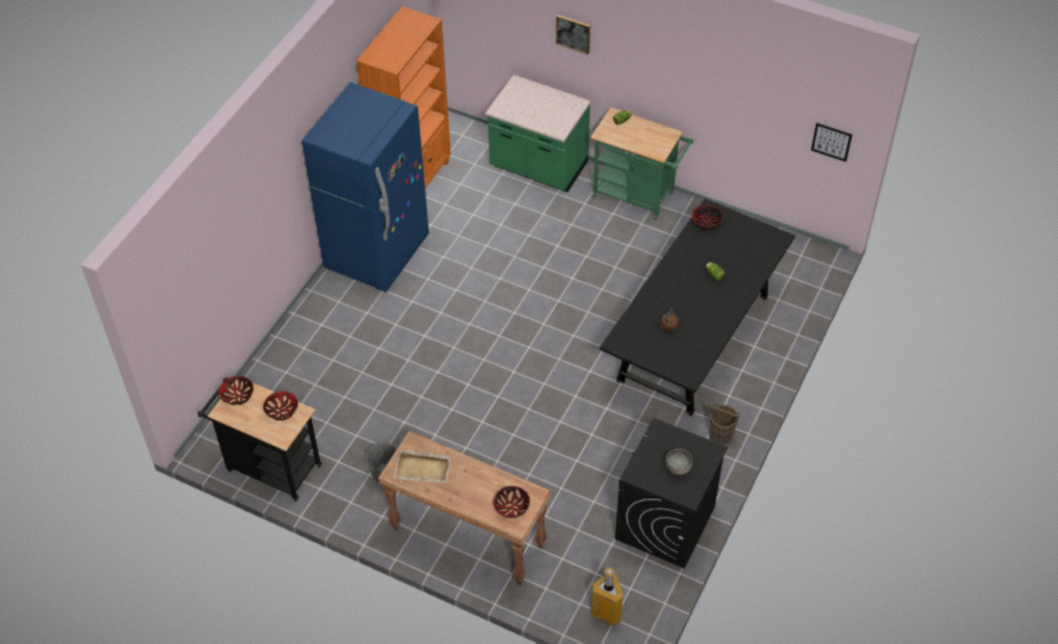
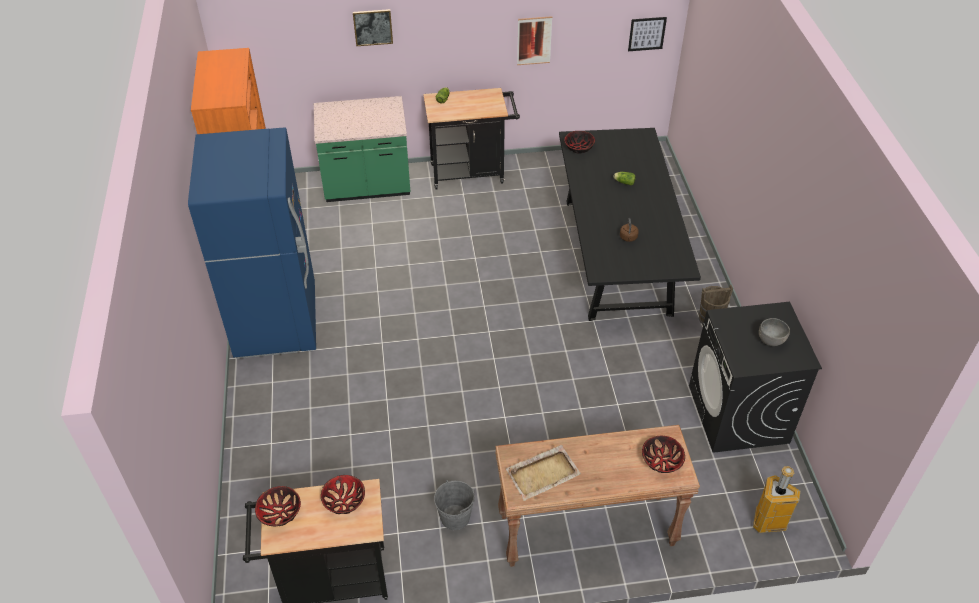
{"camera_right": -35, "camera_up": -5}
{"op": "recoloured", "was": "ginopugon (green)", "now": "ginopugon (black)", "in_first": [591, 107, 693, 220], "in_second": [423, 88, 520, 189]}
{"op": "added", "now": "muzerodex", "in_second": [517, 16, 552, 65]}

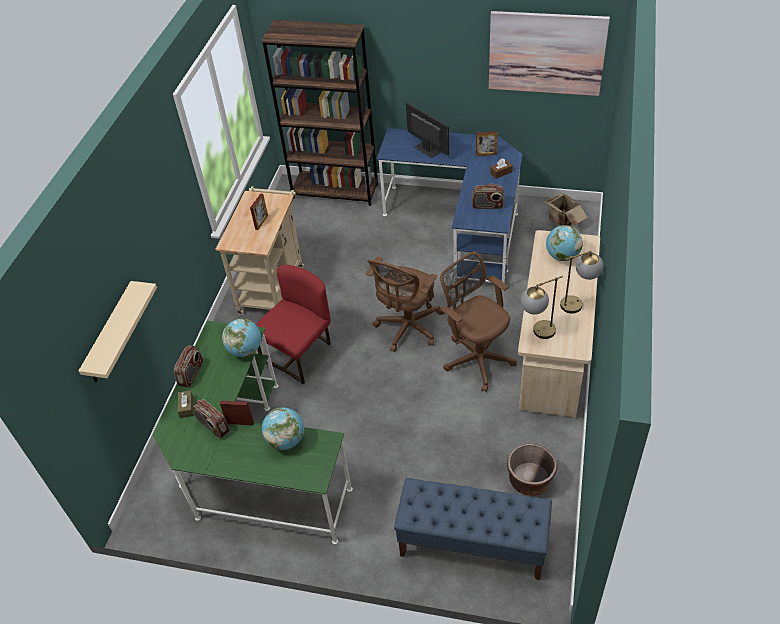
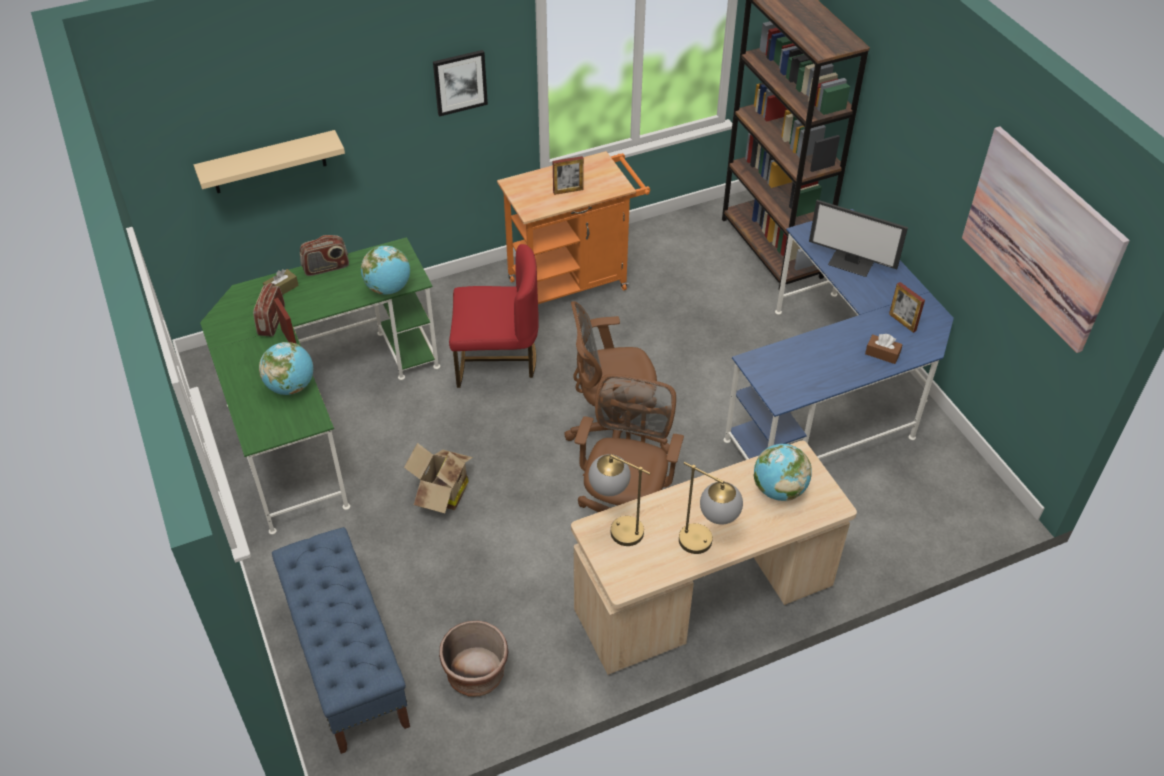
{"camera_right": 50, "camera_up": 0}
{"op": "recoloured", "was": "ginopugon (beige)", "now": "ginopugon (orange)", "in_first": [216, 186, 304, 315], "in_second": [497, 151, 650, 304]}
{"op": "turned", "was": "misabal", "in_first": [406, 103, 449, 158], "in_second": [809, 200, 908, 277], "clockwise": 105}
{"op": "removed", "was": "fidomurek", "in_first": [471, 184, 505, 209]}
{"op": "moved", "was": "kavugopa", "in_first": [544, 193, 588, 226], "in_second": [404, 443, 473, 513]}
{"op": "added", "now": "muzerodex", "in_second": [433, 50, 488, 117]}

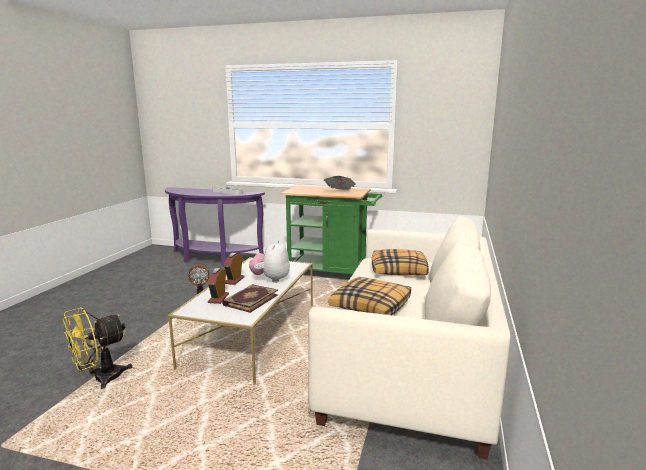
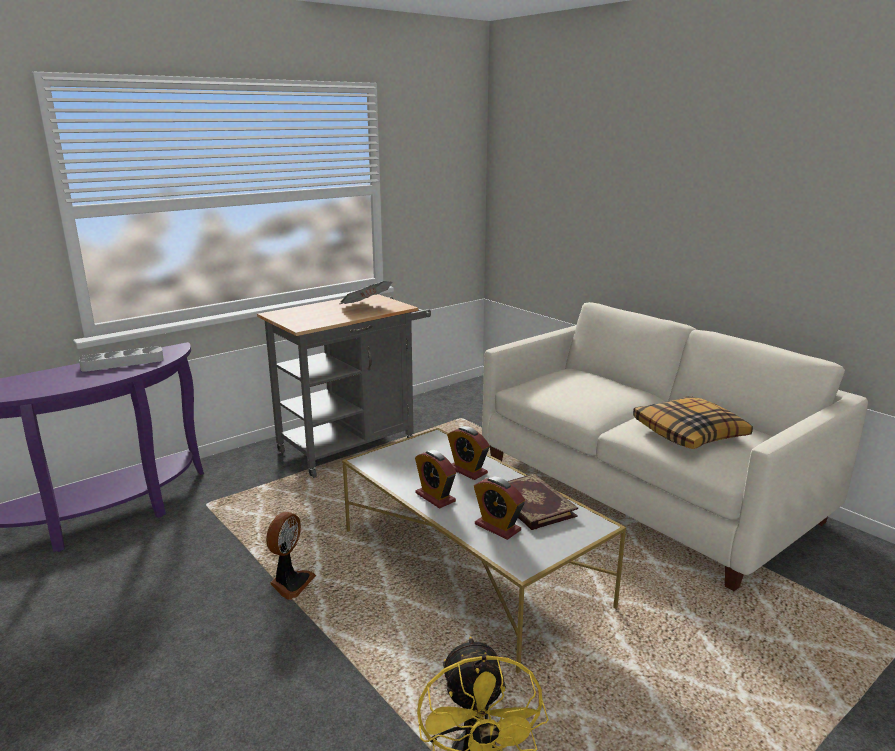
{"camera_right": -55, "camera_up": 5}
{"op": "replaced", "was": "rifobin", "now": "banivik", "in_first": [249, 240, 290, 283], "in_second": [447, 426, 490, 480]}
{"op": "recoloured", "was": "ginopugon (green)", "now": "ginopugon (grey)", "in_first": [281, 185, 382, 274], "in_second": [257, 294, 431, 478]}
{"op": "removed", "was": "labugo", "in_first": [372, 249, 429, 275]}

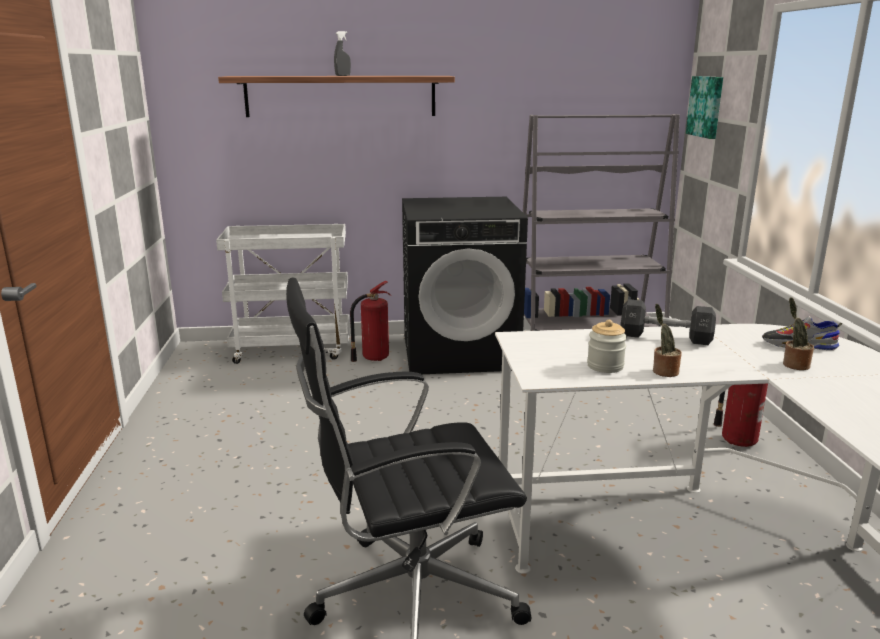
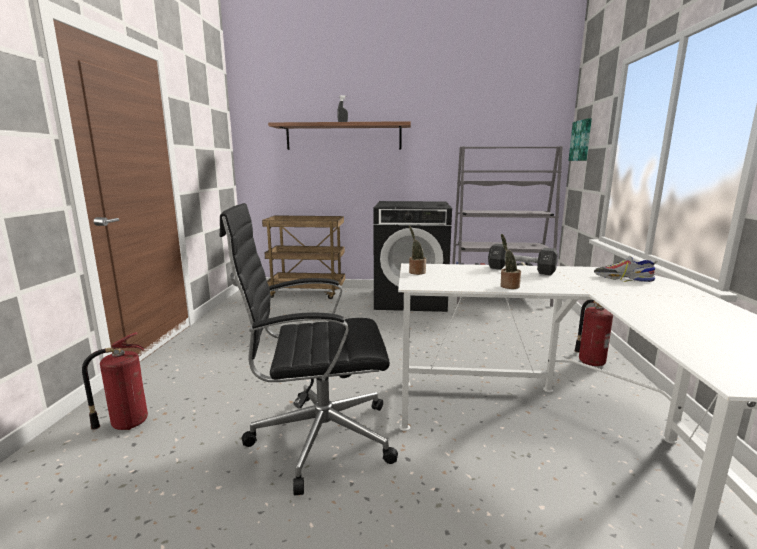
{"camera_right": 10, "camera_up": -5}
{"op": "recoloured", "was": "ginopugon (white)", "now": "ginopugon (brown)", "in_first": [216, 224, 350, 364], "in_second": [262, 215, 345, 299]}
{"op": "moved", "was": "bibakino", "in_first": [350, 281, 391, 362], "in_second": [82, 332, 148, 430]}
{"op": "removed", "was": "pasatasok", "in_first": [587, 320, 627, 373]}
{"op": "moved", "was": "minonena", "in_first": [783, 297, 814, 370], "in_second": [409, 226, 426, 275]}

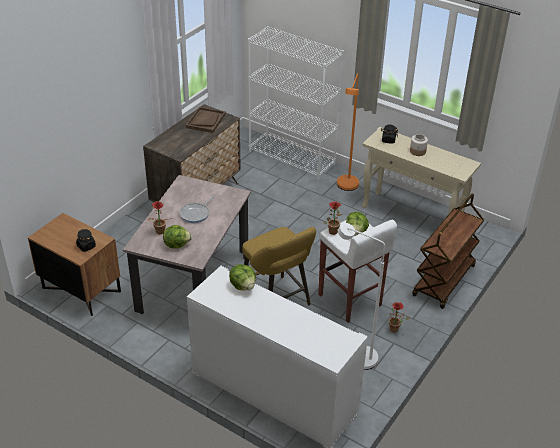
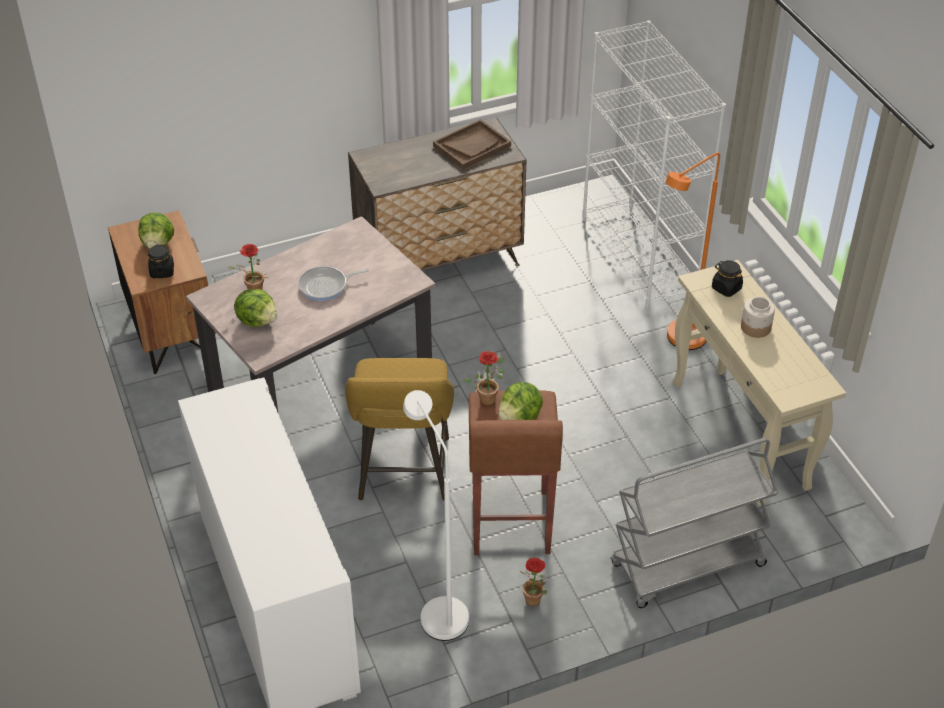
{"camera_right": 35, "camera_up": 5}
{"op": "moved", "was": "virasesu", "in_first": [229, 264, 256, 290], "in_second": [138, 212, 174, 249]}
{"op": "recoloured", "was": "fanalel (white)", "now": "fanalel (brown)", "in_first": [318, 220, 397, 323], "in_second": [469, 390, 563, 555]}
{"op": "recoloured", "was": "ginopugon (brown)", "now": "ginopugon (grey)", "in_first": [412, 194, 484, 309], "in_second": [611, 438, 778, 608]}

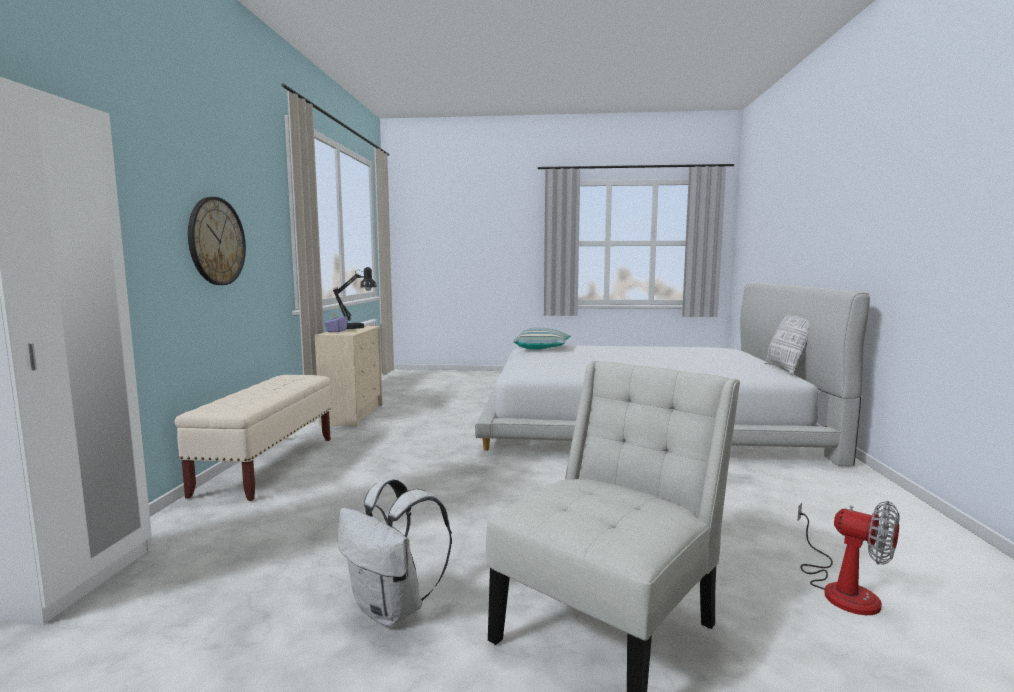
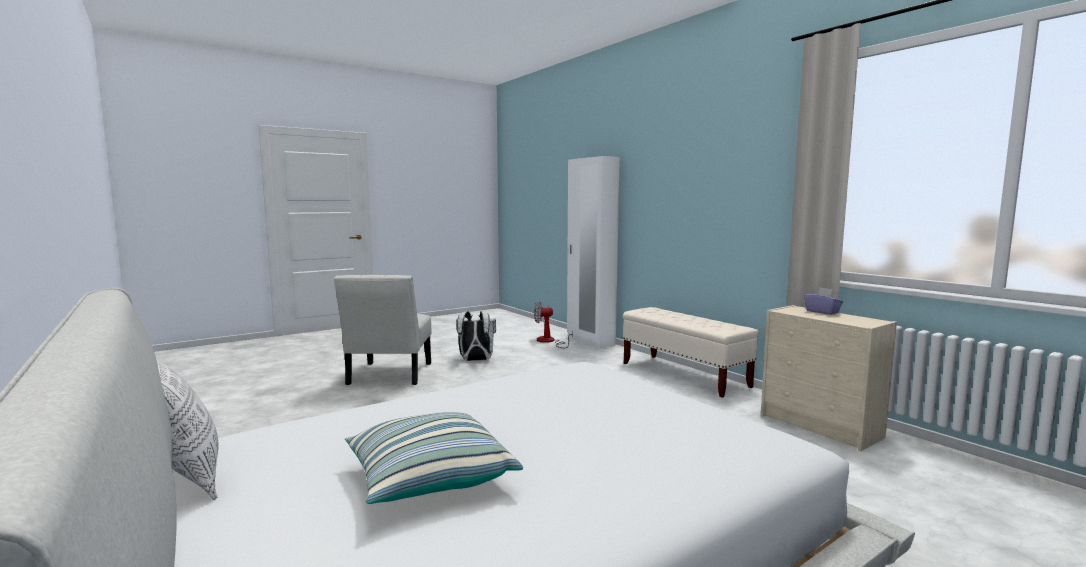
{"camera_right": 140, "camera_up": 0}
{"op": "removed", "was": "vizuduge", "in_first": [188, 197, 246, 285]}
{"op": "removed", "was": "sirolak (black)", "in_first": [333, 267, 377, 329]}
{"op": "moved", "was": "labugo", "in_first": [513, 327, 571, 349], "in_second": [345, 412, 523, 504]}
{"op": "moved", "was": "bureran", "in_first": [797, 501, 899, 615], "in_second": [534, 301, 573, 348]}

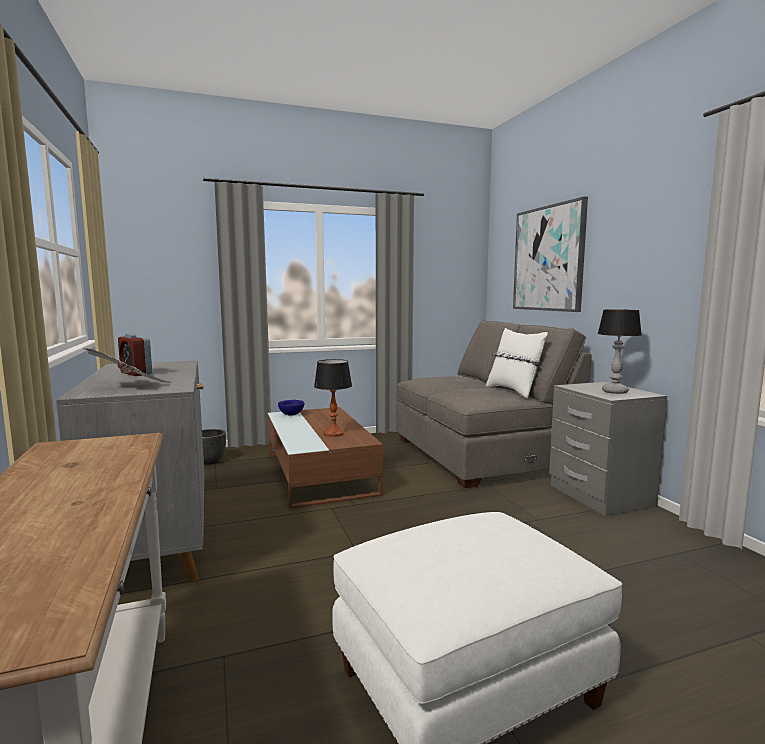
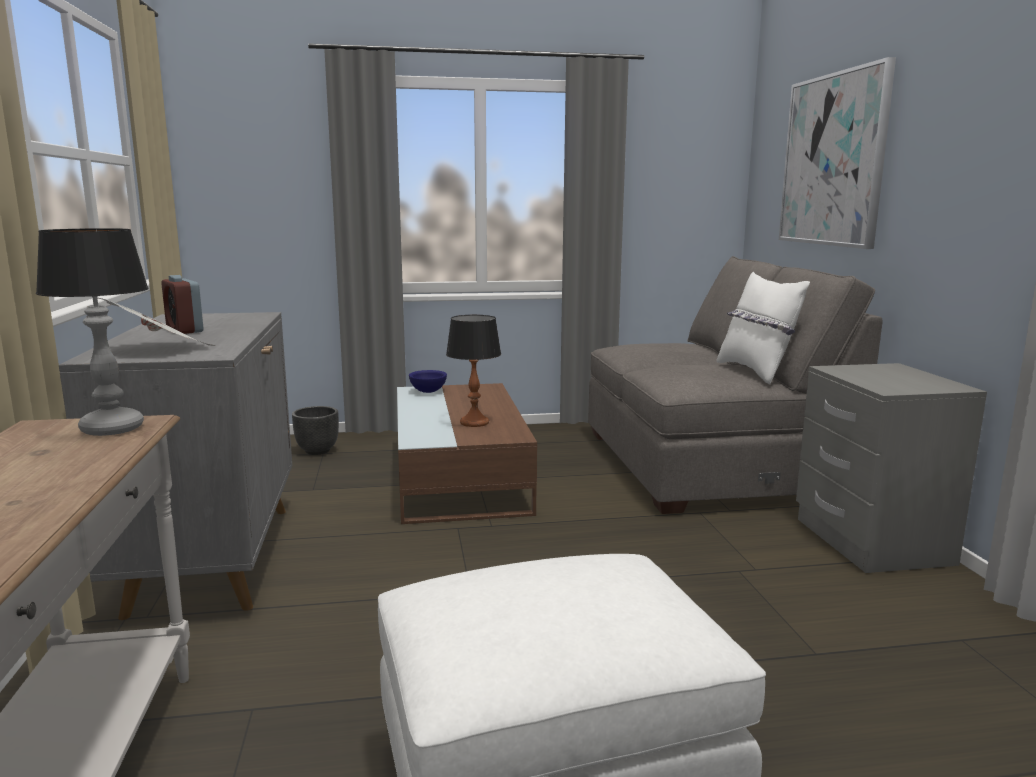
{"camera_right": 10, "camera_up": 5}
{"op": "moved", "was": "sirolak", "in_first": [597, 309, 642, 394], "in_second": [36, 228, 149, 436]}

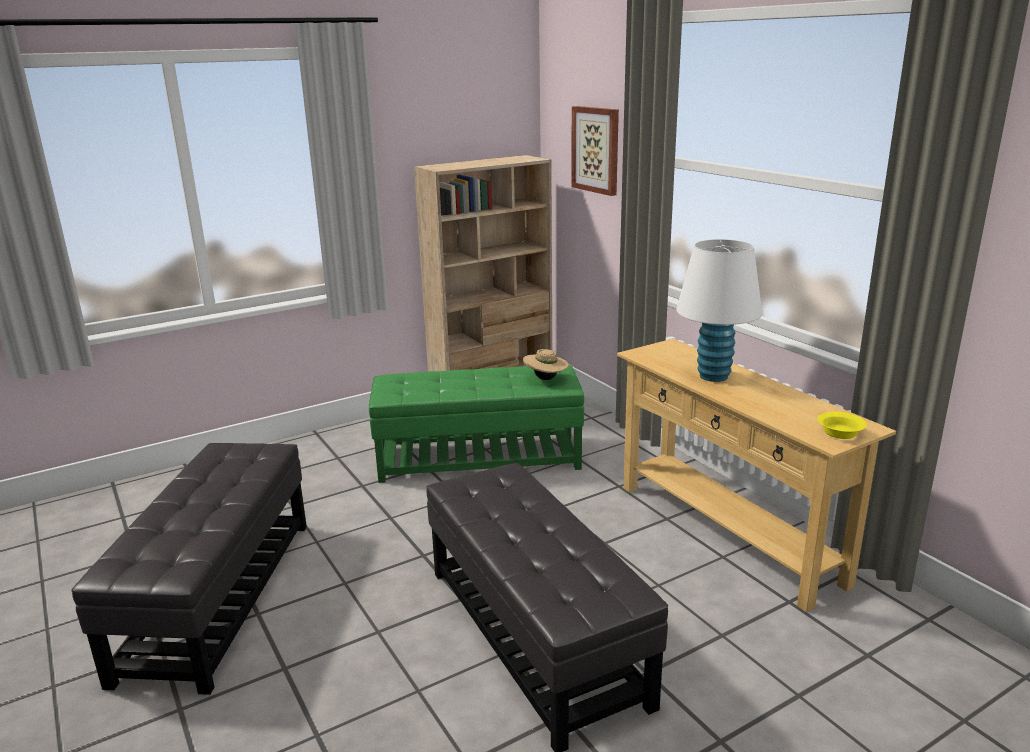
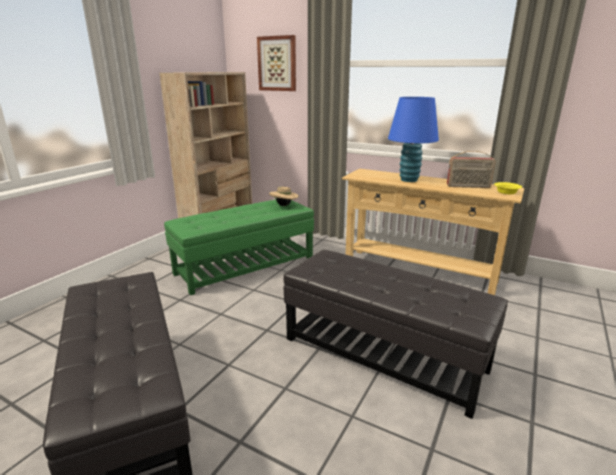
{"camera_right": -30, "camera_up": 0}
{"op": "recoloured", "was": "sirolak (white)", "now": "sirolak (blue)", "in_first": [676, 239, 762, 382], "in_second": [388, 97, 439, 182]}
{"op": "added", "now": "fidomurek", "in_second": [447, 151, 496, 188]}

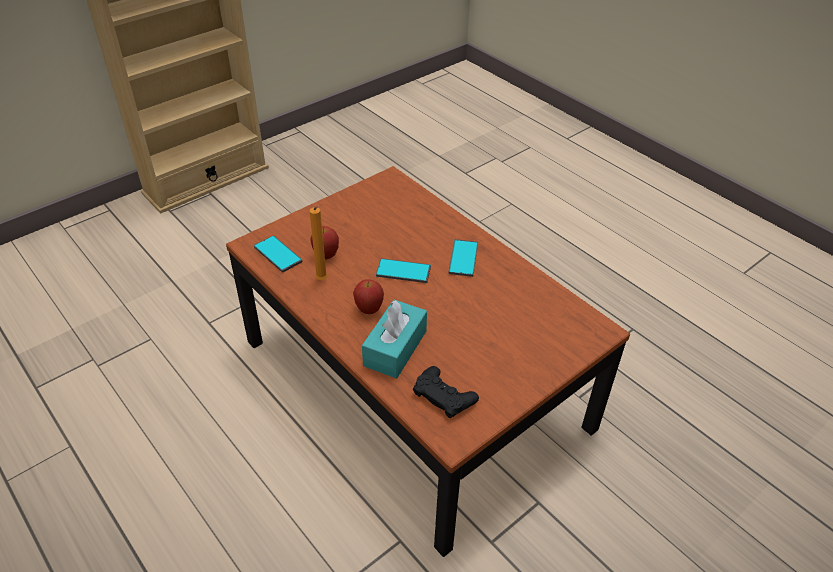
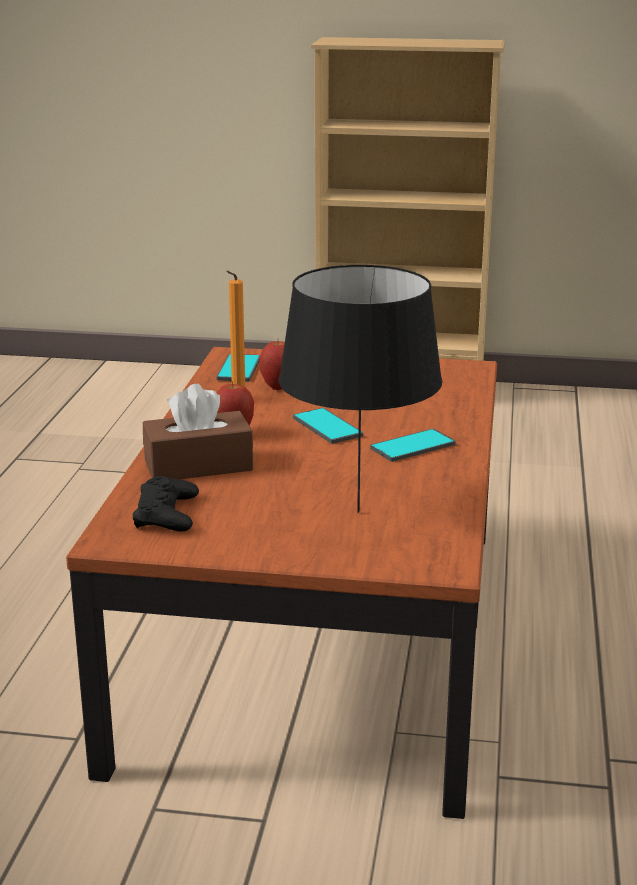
{"camera_right": 50, "camera_up": -20}
{"op": "recoloured", "was": "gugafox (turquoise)", "now": "gugafox (brown)", "in_first": [362, 300, 427, 379], "in_second": [143, 384, 253, 479]}
{"op": "added", "now": "sirolak (black)", "in_second": [279, 265, 442, 513]}

